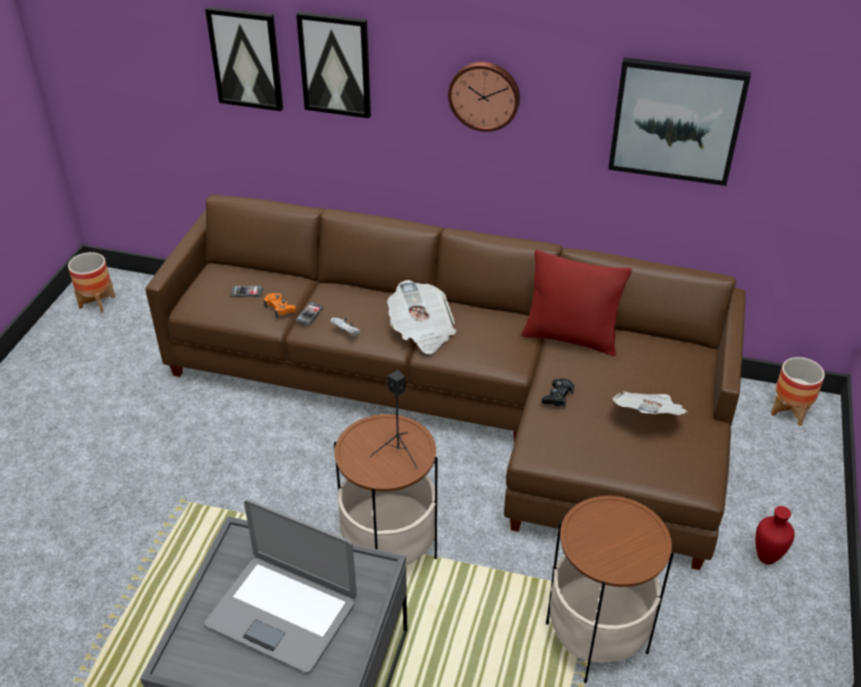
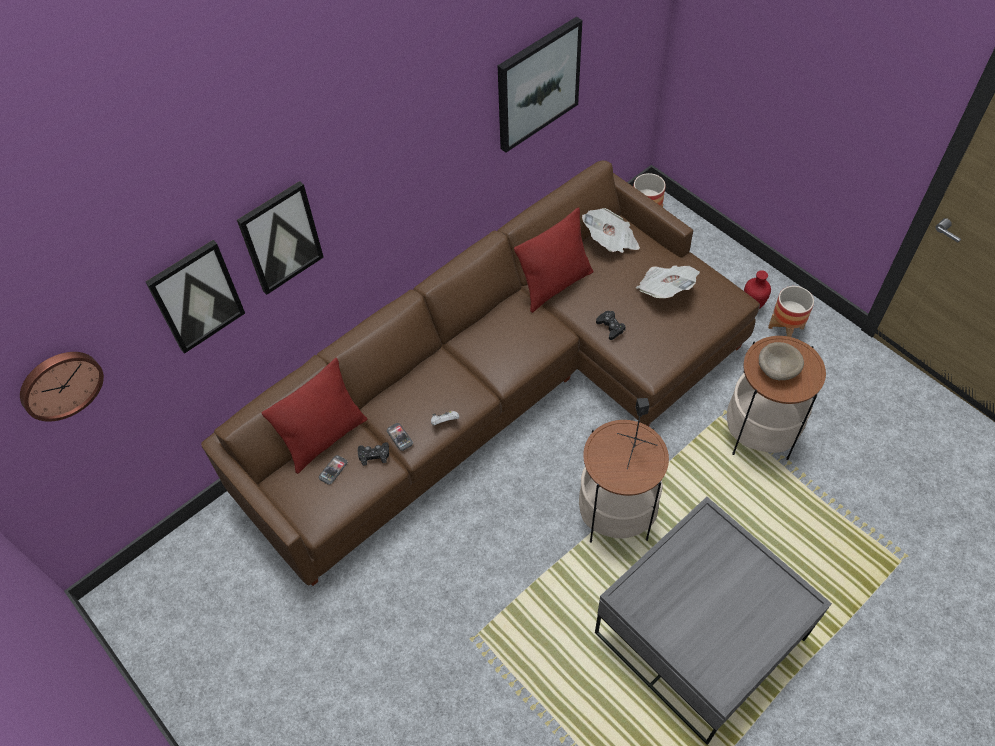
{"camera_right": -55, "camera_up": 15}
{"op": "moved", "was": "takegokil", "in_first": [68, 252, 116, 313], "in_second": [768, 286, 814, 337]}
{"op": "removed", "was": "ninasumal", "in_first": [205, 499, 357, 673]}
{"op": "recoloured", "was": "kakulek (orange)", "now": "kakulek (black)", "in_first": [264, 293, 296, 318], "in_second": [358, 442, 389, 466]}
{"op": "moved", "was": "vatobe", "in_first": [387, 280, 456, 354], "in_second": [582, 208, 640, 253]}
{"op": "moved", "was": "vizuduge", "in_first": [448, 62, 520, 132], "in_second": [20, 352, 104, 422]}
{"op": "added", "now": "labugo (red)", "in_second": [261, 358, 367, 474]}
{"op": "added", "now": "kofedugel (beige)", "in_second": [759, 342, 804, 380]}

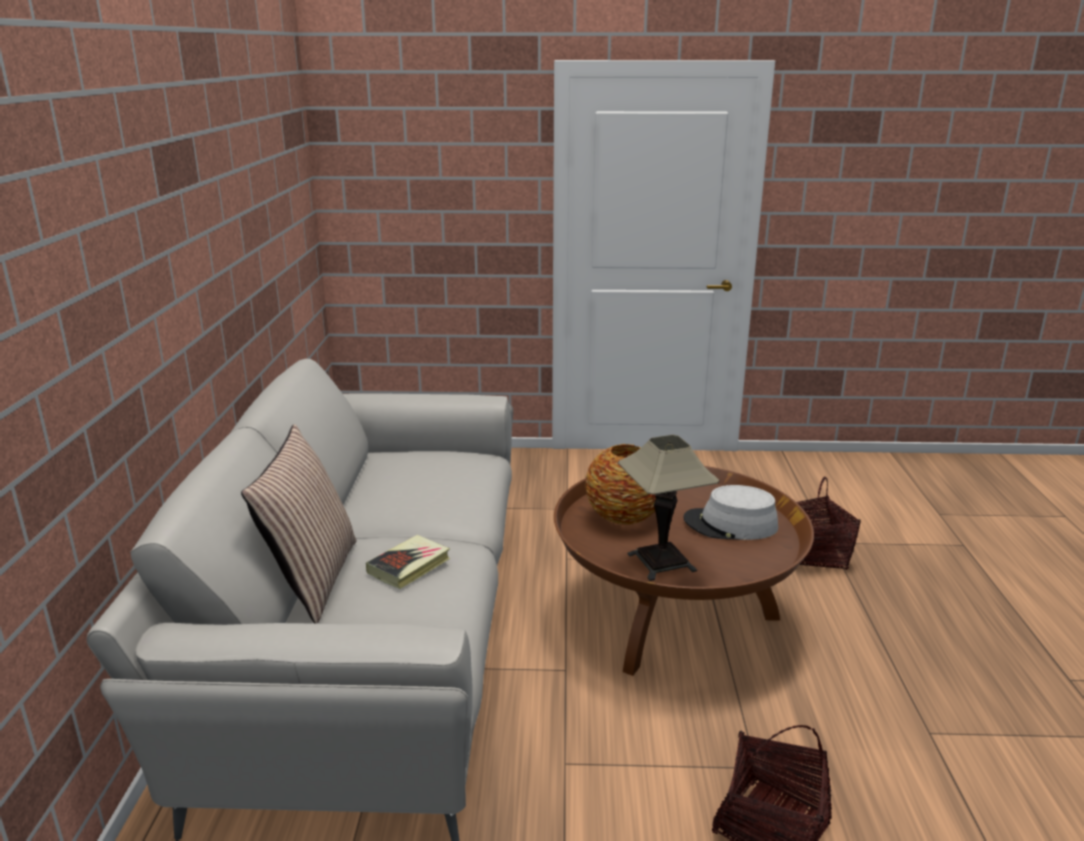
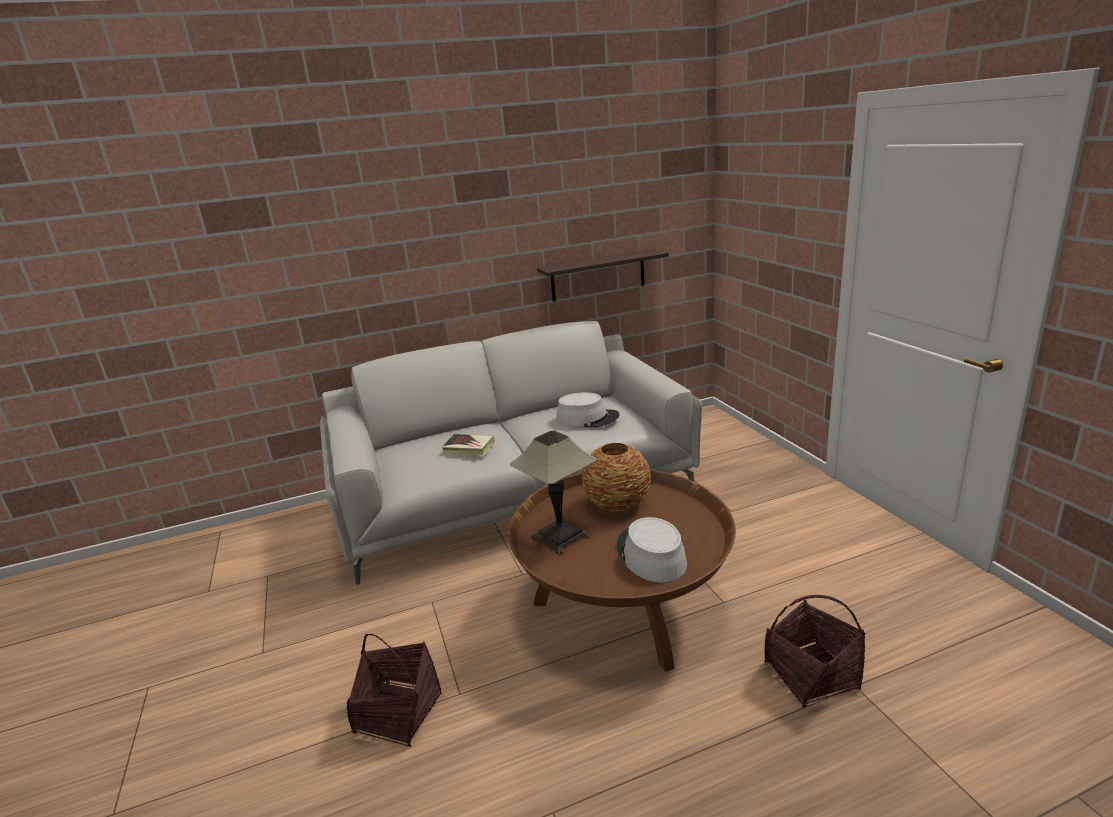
{"camera_right": 70, "camera_up": 0}
{"op": "removed", "was": "labugo", "in_first": [241, 424, 357, 624]}
{"op": "added", "now": "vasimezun", "in_second": [537, 249, 669, 302]}
{"op": "added", "now": "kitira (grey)", "in_second": [556, 392, 620, 427]}

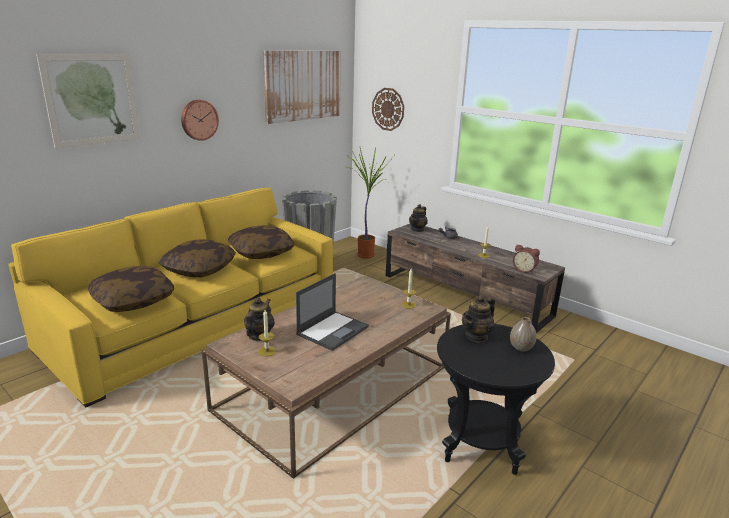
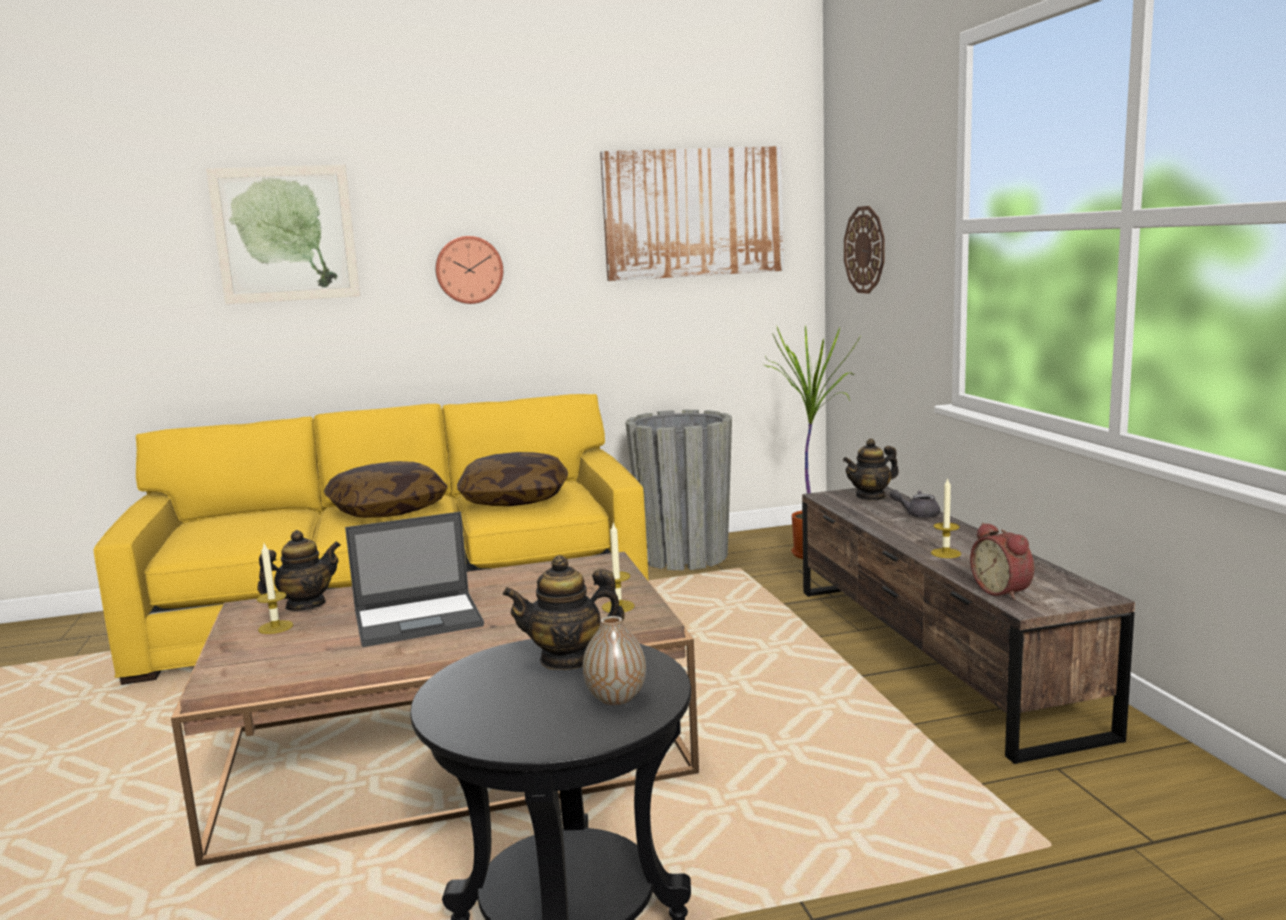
{"camera_right": 35, "camera_up": -10}
{"op": "removed", "was": "labugo", "in_first": [88, 266, 174, 312]}

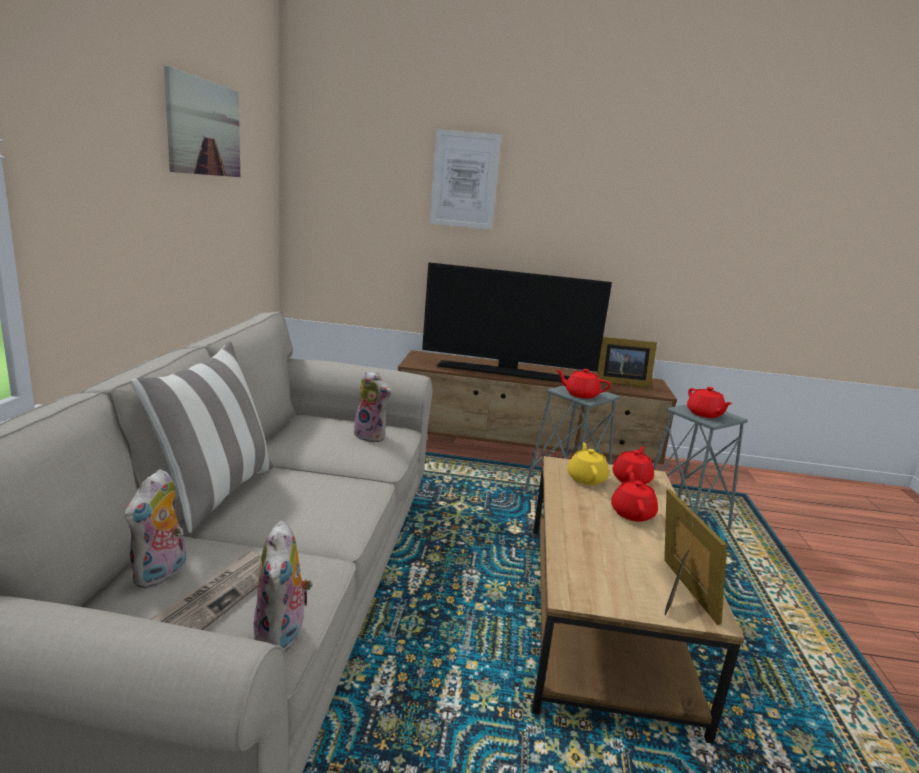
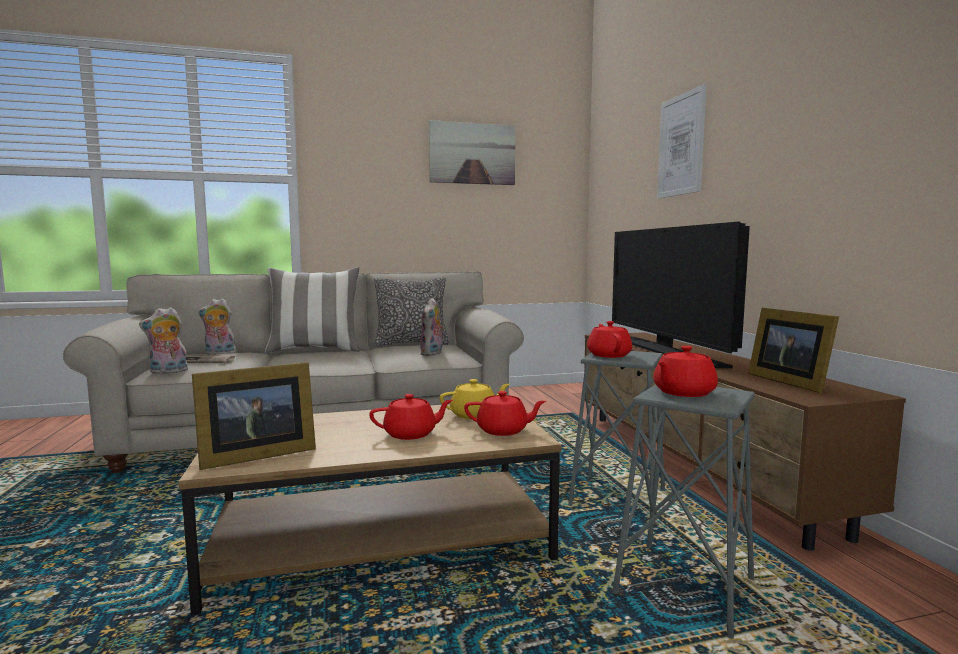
{"camera_right": 70, "camera_up": -10}
{"op": "added", "now": "labugo", "in_second": [374, 277, 449, 346]}

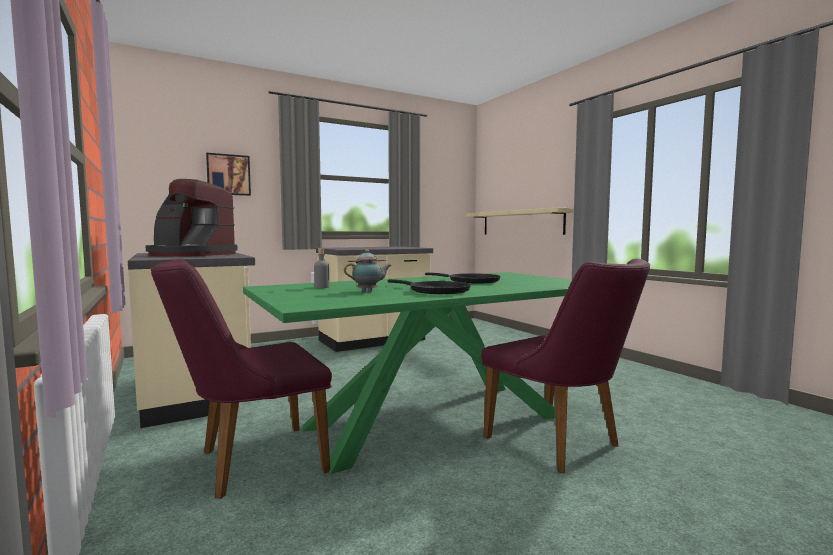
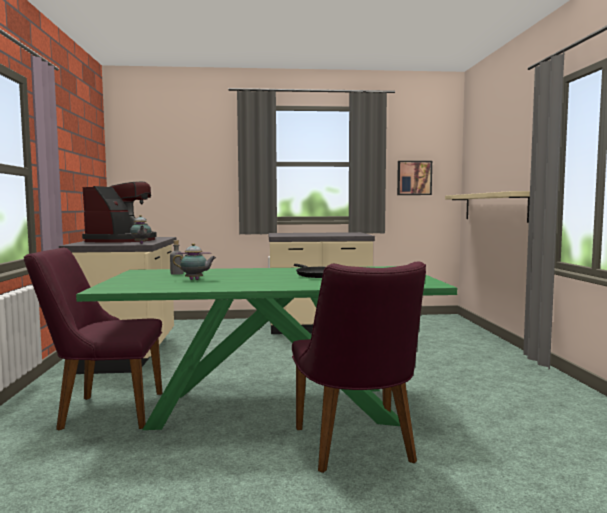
{"camera_right": 25, "camera_up": 0}
{"op": "turned", "was": "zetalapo", "in_first": [146, 179, 238, 257], "in_second": [82, 182, 157, 243], "clockwise": -120}
{"op": "moved", "was": "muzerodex", "in_first": [206, 153, 251, 196], "in_second": [397, 161, 432, 195]}
{"op": "removed", "was": "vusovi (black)", "in_first": [388, 279, 471, 294]}
{"op": "added", "now": "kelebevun", "in_second": [130, 215, 152, 244]}

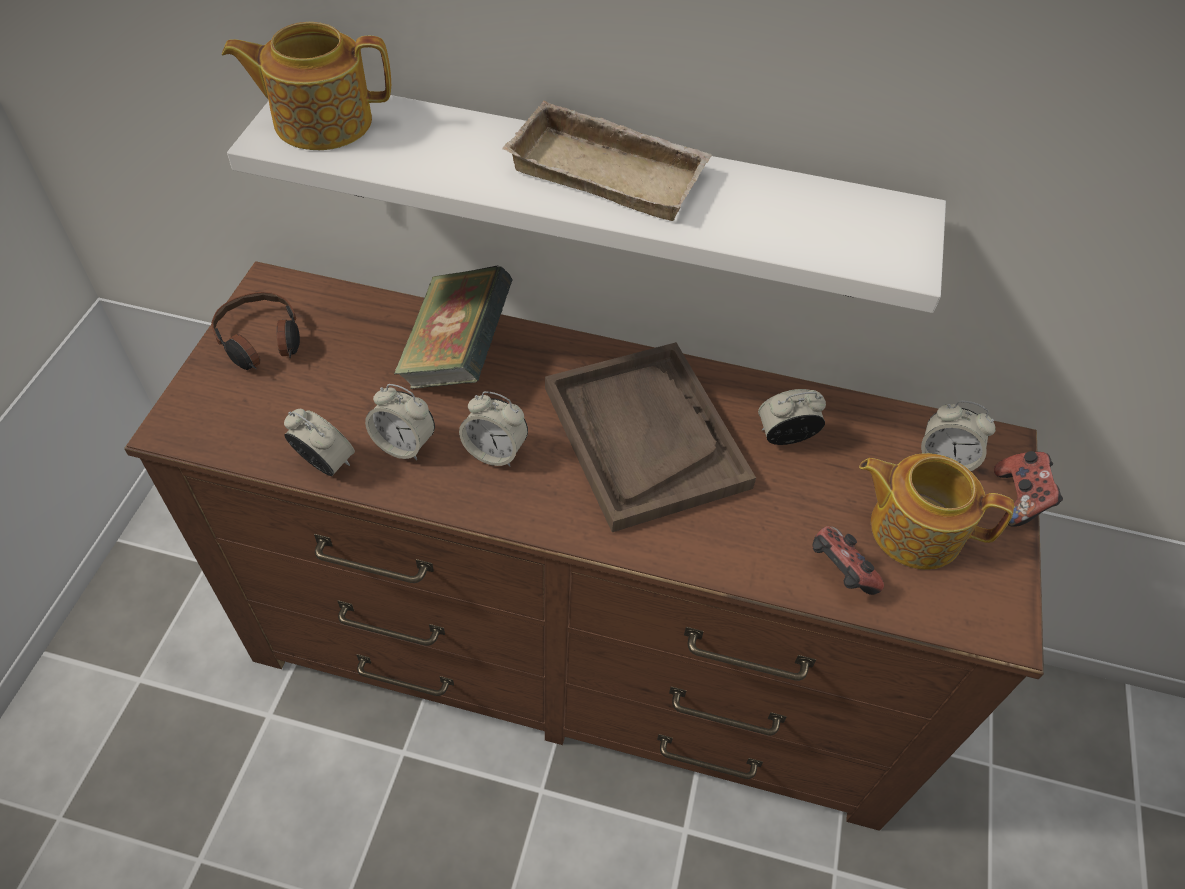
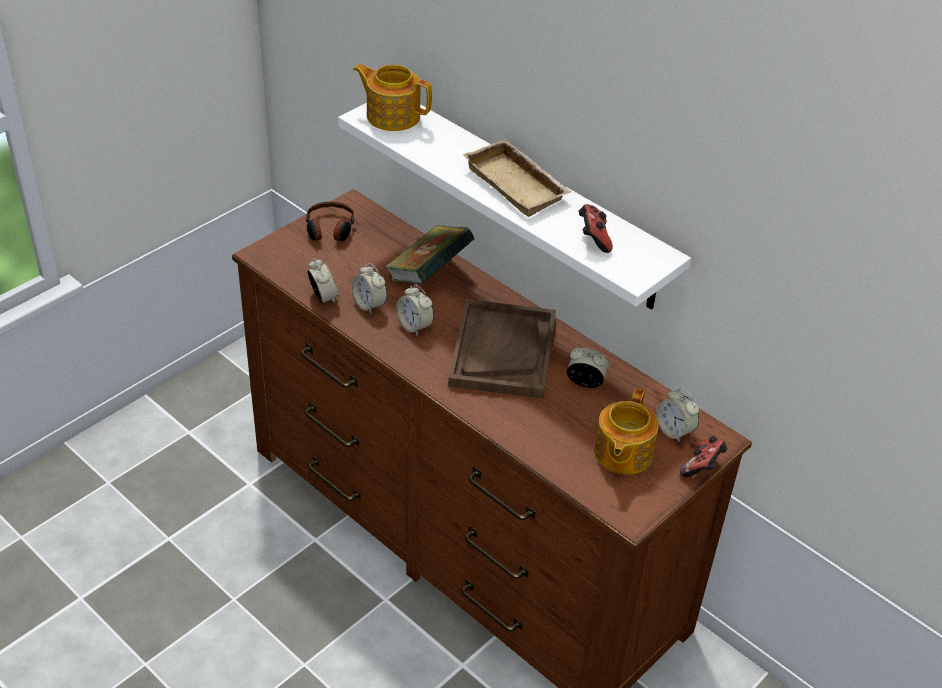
{"camera_right": 30, "camera_up": -10}
{"op": "moved", "was": "kakulek", "in_first": [812, 526, 884, 595], "in_second": [578, 204, 613, 253]}
{"op": "turned", "was": "kelebevun", "in_first": [859, 453, 1014, 570], "in_second": [594, 388, 658, 475], "clockwise": -120}

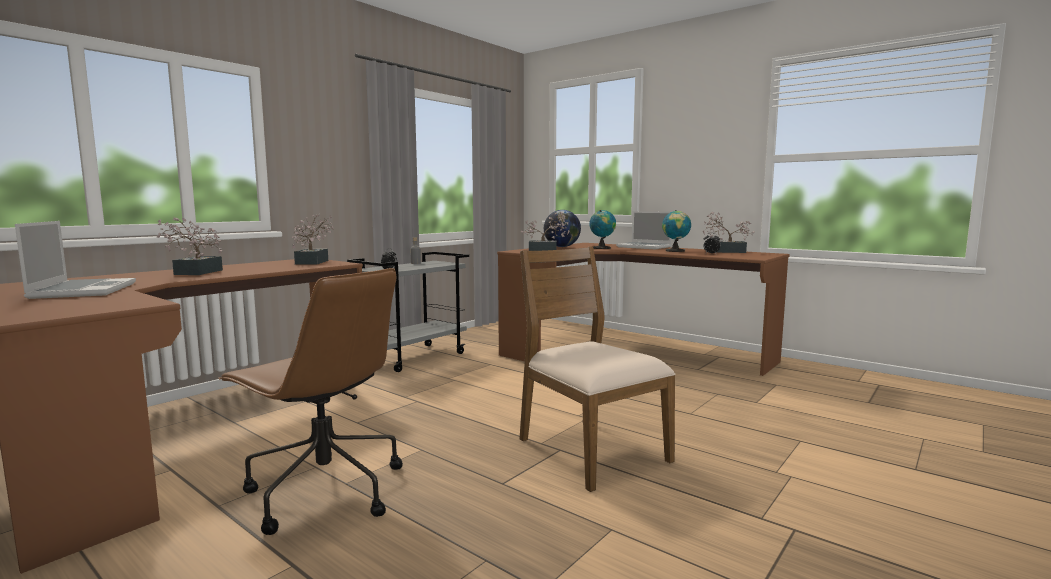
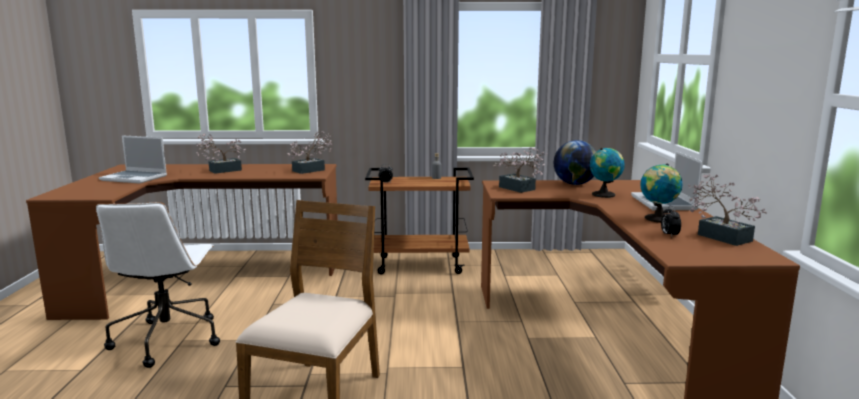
{"camera_right": 50, "camera_up": 5}
{"op": "turned", "was": "ninasumal", "in_first": [15, 221, 136, 299], "in_second": [99, 135, 167, 184], "clockwise": 75}
{"op": "recoloured", "was": "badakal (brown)", "now": "badakal (white)", "in_first": [218, 268, 403, 535], "in_second": [96, 202, 220, 368]}
{"op": "recoloured", "was": "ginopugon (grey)", "now": "ginopugon (brown)", "in_first": [347, 252, 469, 372], "in_second": [365, 168, 474, 275]}

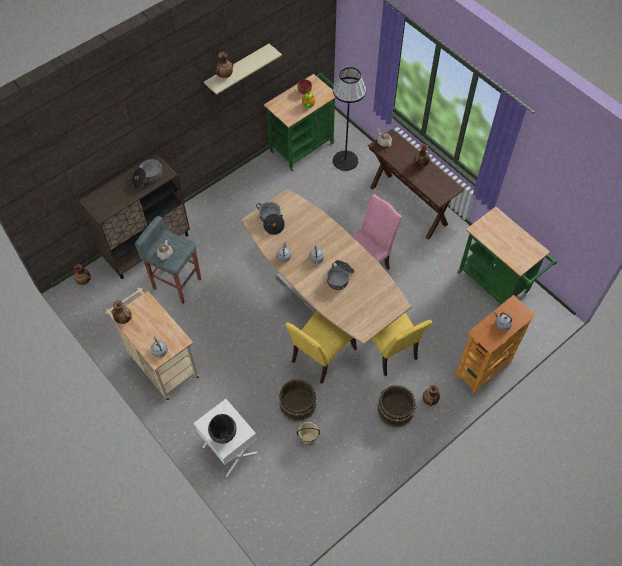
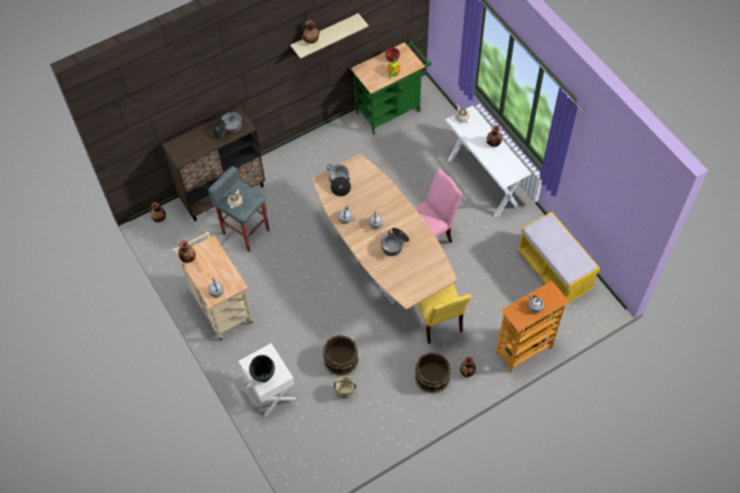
{"camera_right": 10, "camera_up": 0}
{"op": "removed", "was": "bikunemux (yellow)", "in_first": [285, 311, 357, 384]}
{"op": "removed", "was": "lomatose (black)", "in_first": [333, 67, 366, 171]}
{"op": "recoloured", "was": "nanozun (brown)", "now": "nanozun (white)", "in_first": [368, 129, 464, 239], "in_second": [445, 105, 531, 218]}
{"op": "replaced", "was": "ginopugon (green)", "now": "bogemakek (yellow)", "in_first": [458, 207, 557, 305], "in_second": [518, 212, 600, 304]}

